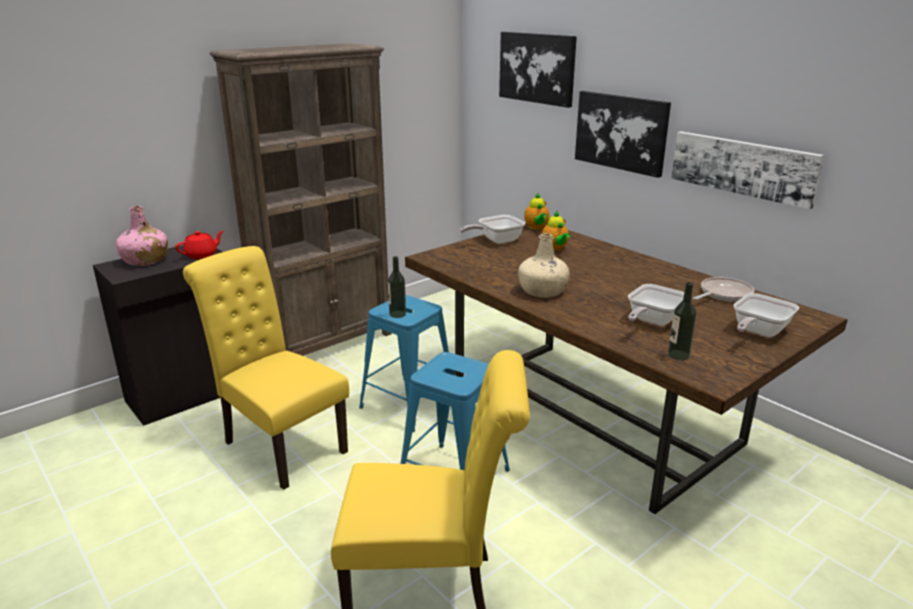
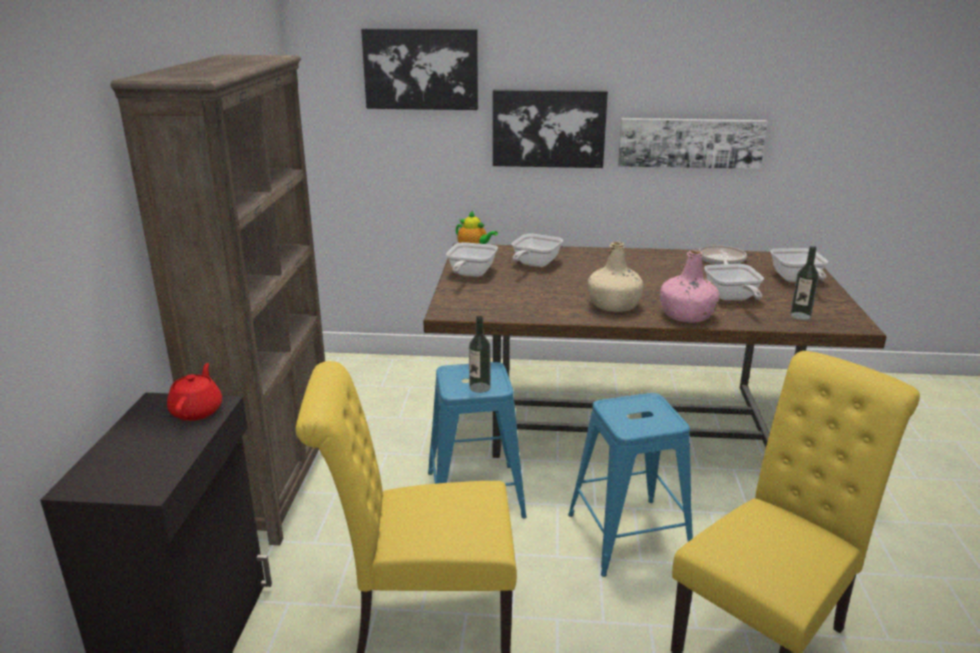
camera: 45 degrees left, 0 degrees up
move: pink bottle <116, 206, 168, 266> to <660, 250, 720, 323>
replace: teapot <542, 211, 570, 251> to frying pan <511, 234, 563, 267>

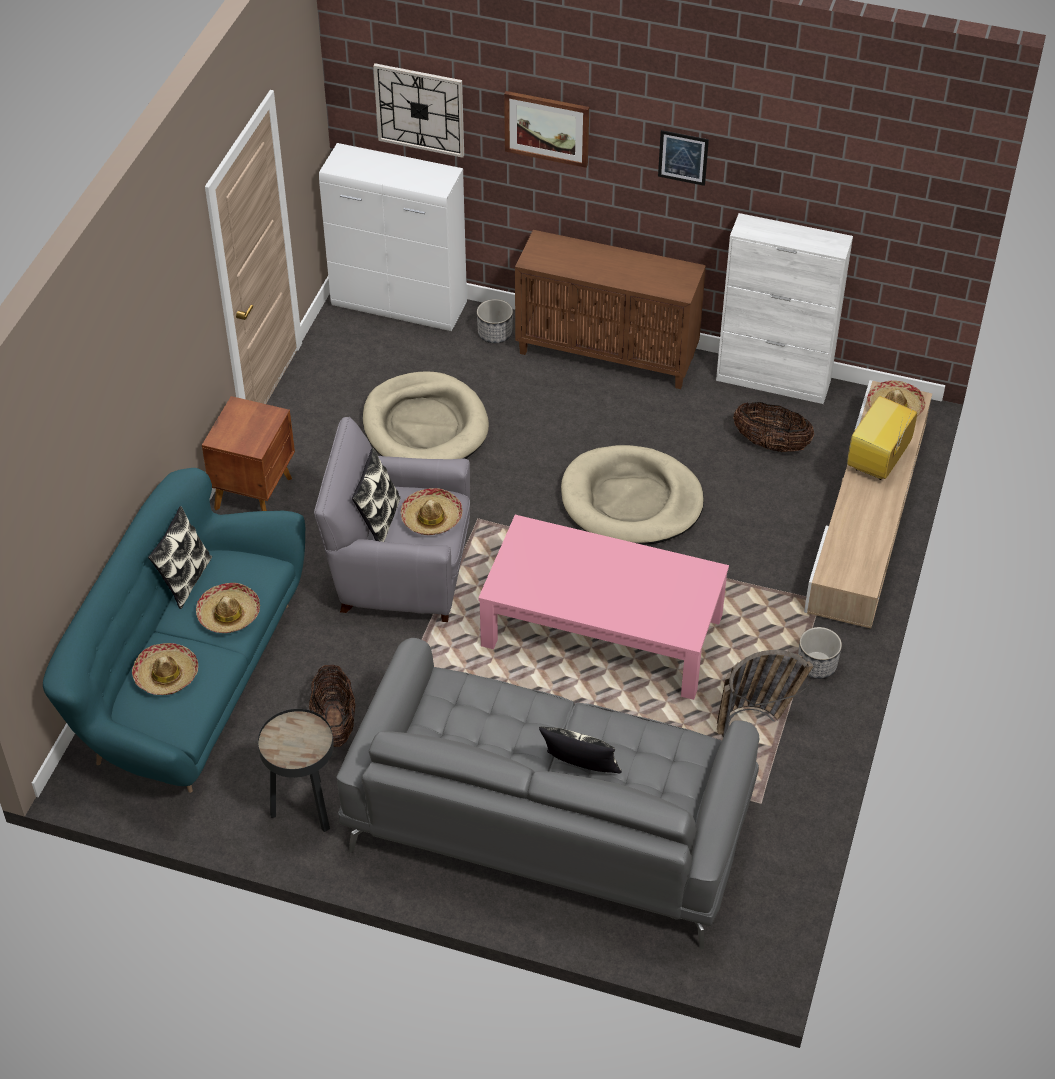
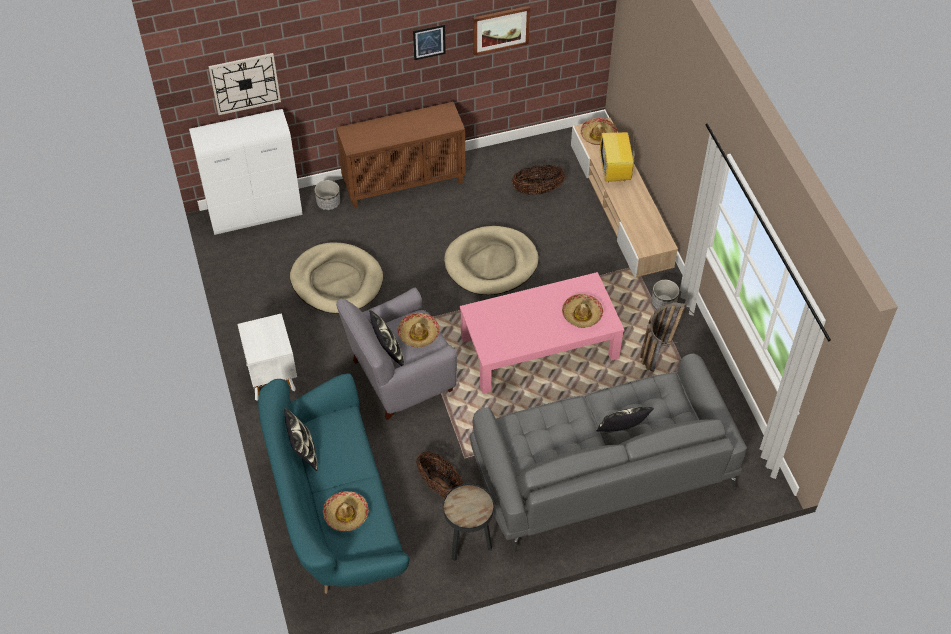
camera: 35 degrees left, 5 degrees up
delete: white cabinet <716, 213, 853, 404>
move: picture <504, 91, 589, 168> to <473, 6, 530, 56>; hat <196, 583, 260, 633> to <562, 294, 603, 328>
recolor: brown nightstand <202, 396, 295, 511> to white nightstand <237, 313, 297, 401>

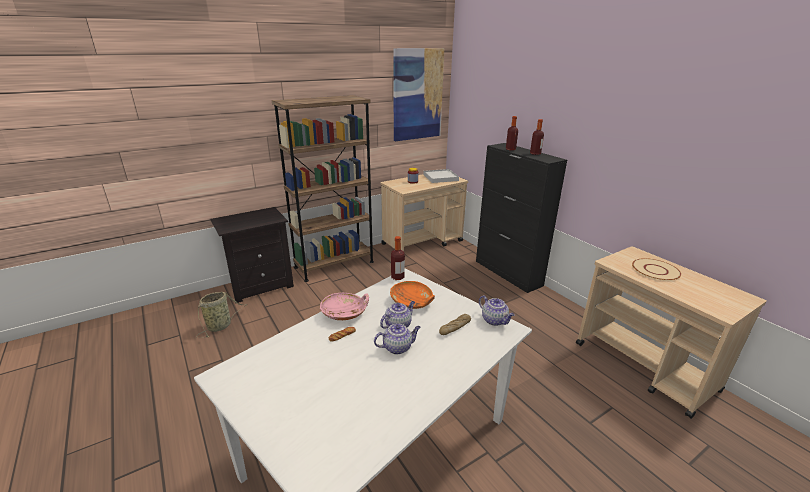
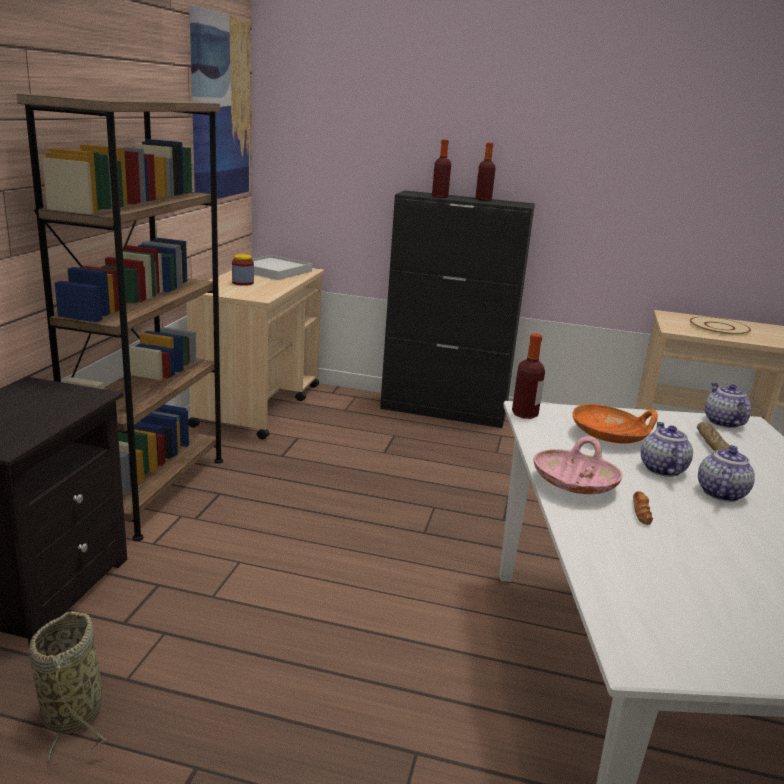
camera: 45 degrees left, 5 degrees down
rotate: teapot <479, 295, 515, 326> = <705, 383, 751, 428> 105 degrees counterclockwise

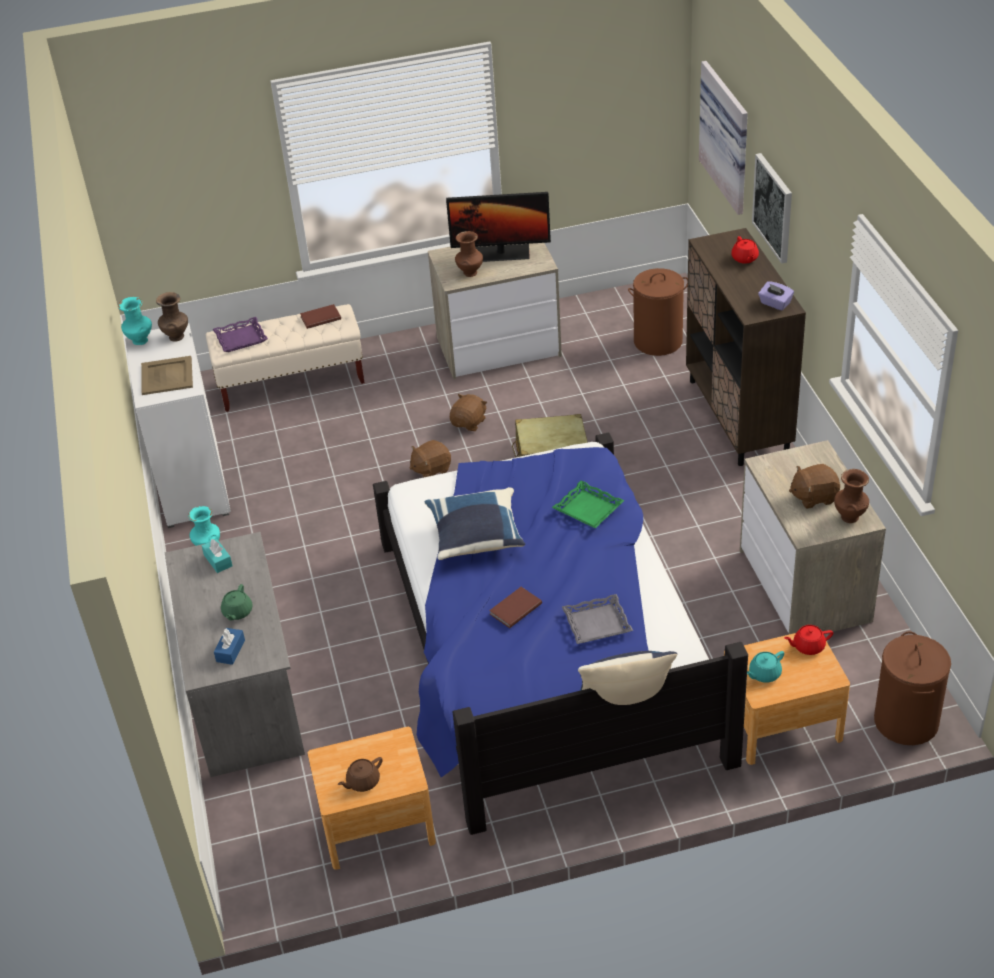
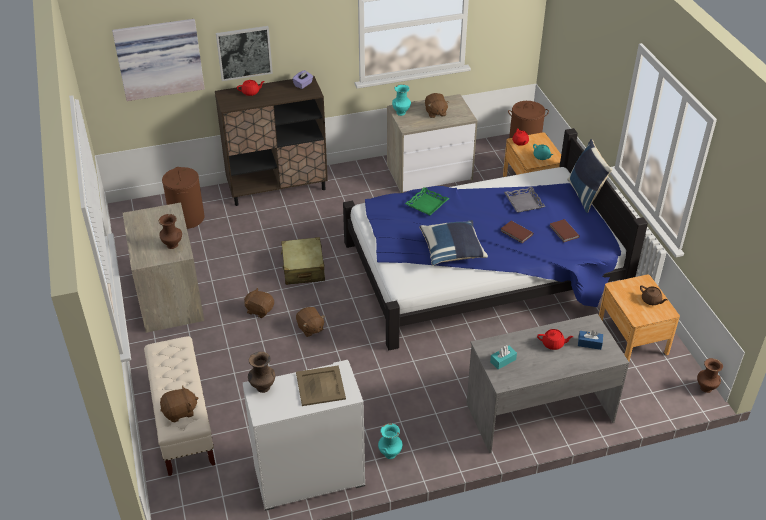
camera: 95 degrees left, 0 degrees up
delete: monitor <446, 192, 551, 262>
move: turquoise vase <118, 297, 152, 345> to <392, 84, 411, 116>; brown book <300, 304, 341, 329> to <550, 219, 580, 242>; brown vase <834, 469, 869, 523> to <697, 358, 723, 393>
replace: purple tray <213, 317, 268, 352> to brown plush toy <160, 385, 198, 422>
recolor: green teapot <221, 584, 253, 620> to red teapot <537, 329, 574, 350>

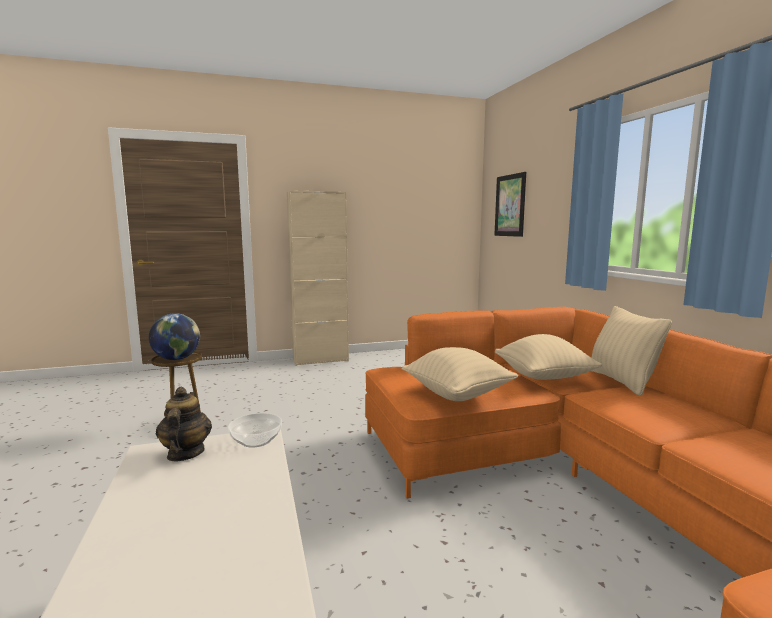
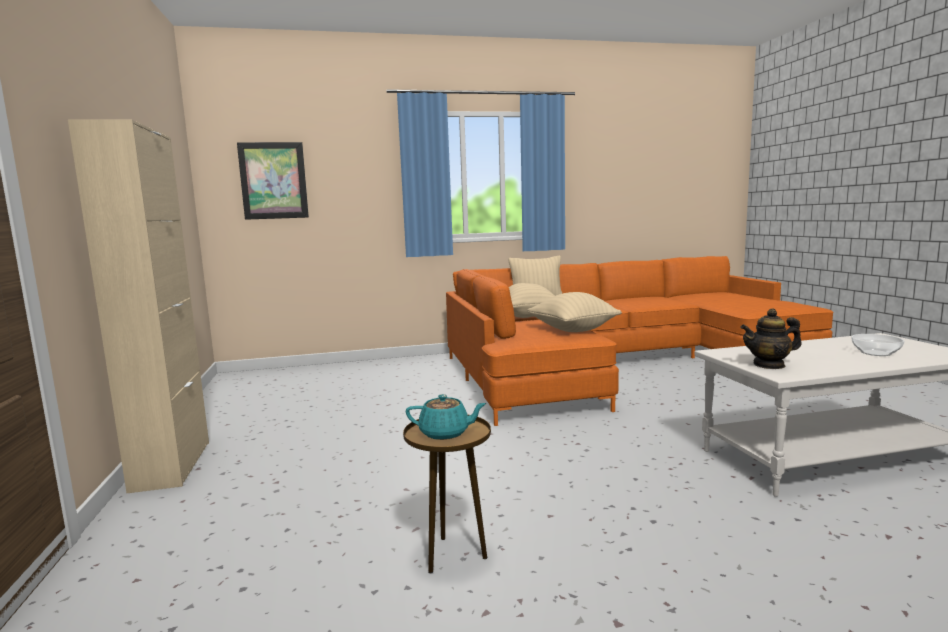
camera: 85 degrees left, 0 degrees up
move: bowl <228, 413, 282, 448> to <851, 334, 904, 356>
replace: globe <149, 313, 200, 360> to turquoise teapot <406, 394, 487, 440>

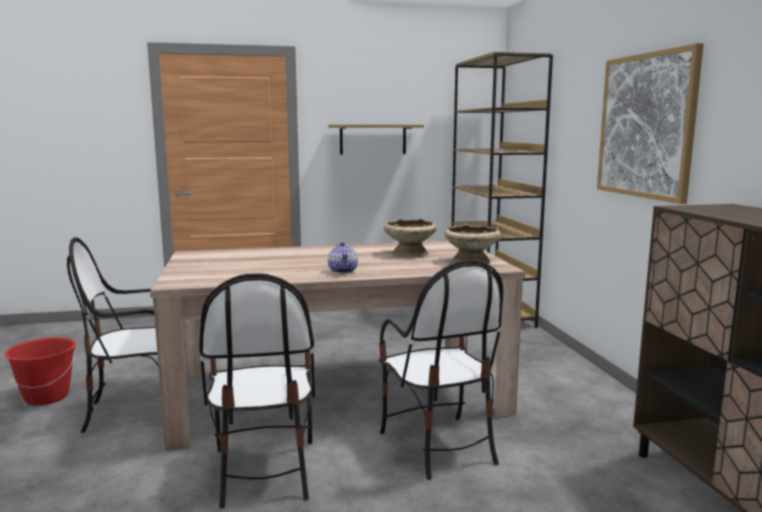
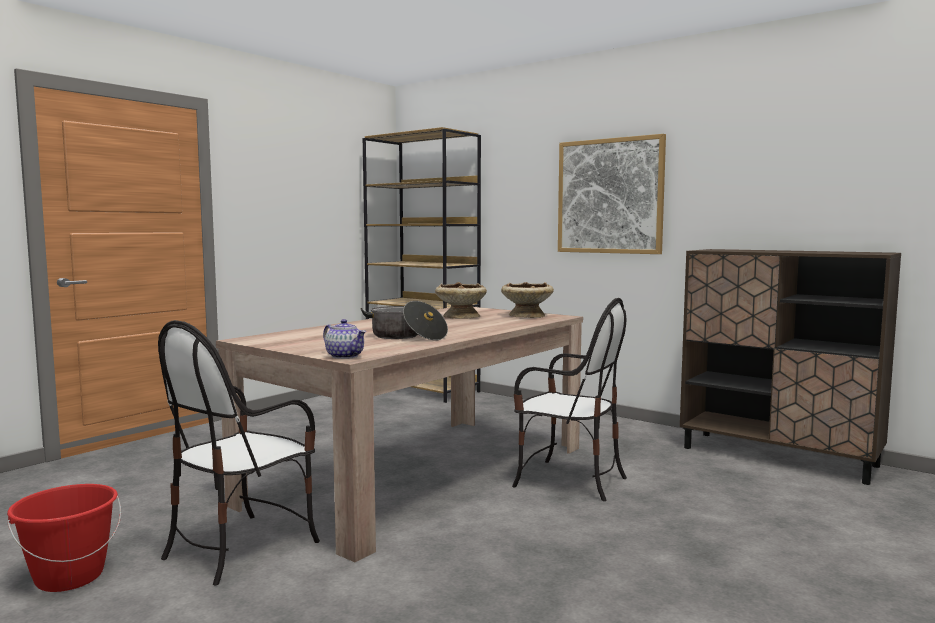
camera: 40 degrees left, 5 degrees down
delete: shelf <329, 125, 424, 155>; chair <199, 273, 315, 509>
insert: cooking pot <361, 301, 448, 340>
move: teapot <328, 242, 358, 274> to <323, 319, 366, 359>

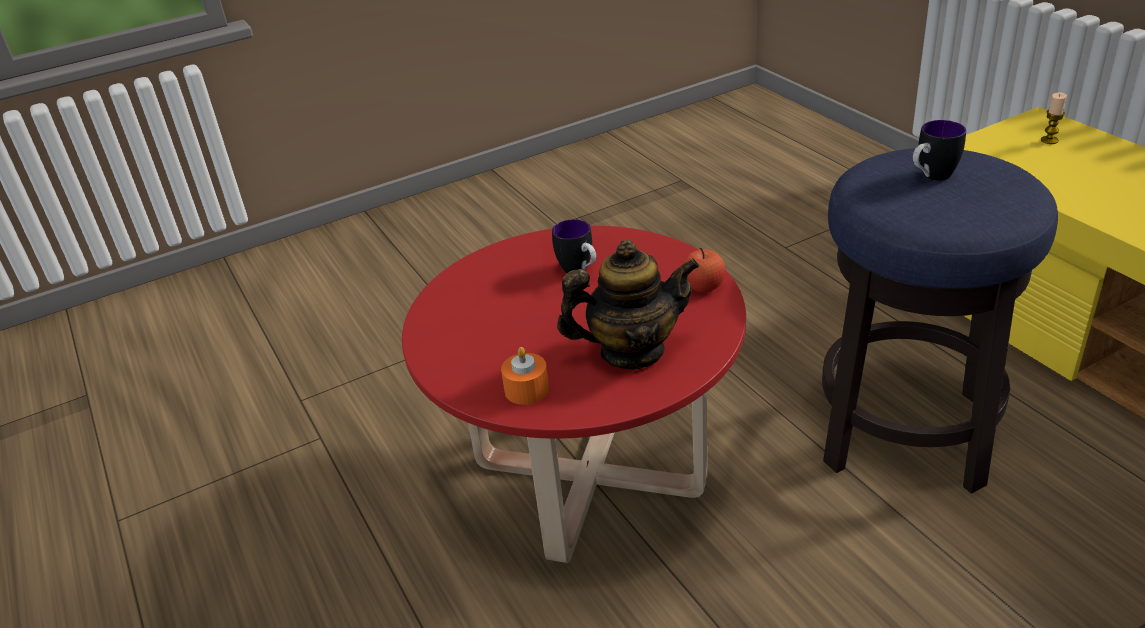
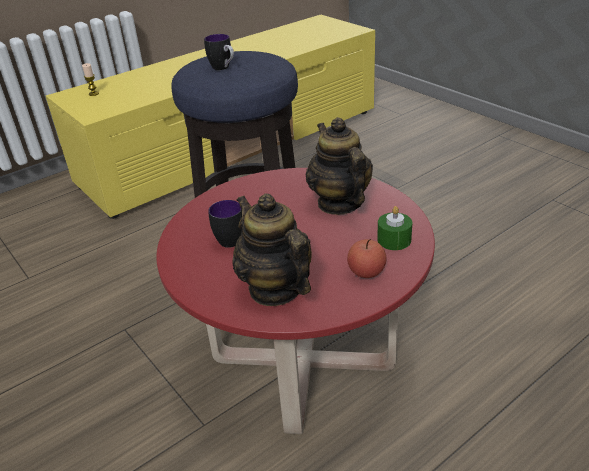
camera: 100 degrees left, 0 degrees up
insert: teapot <233, 194, 312, 306>
move: apple <683, 247, 725, 292> to <347, 239, 386, 278>
recolor: orange candle <501, 347, 549, 405> to green candle <377, 206, 412, 250>

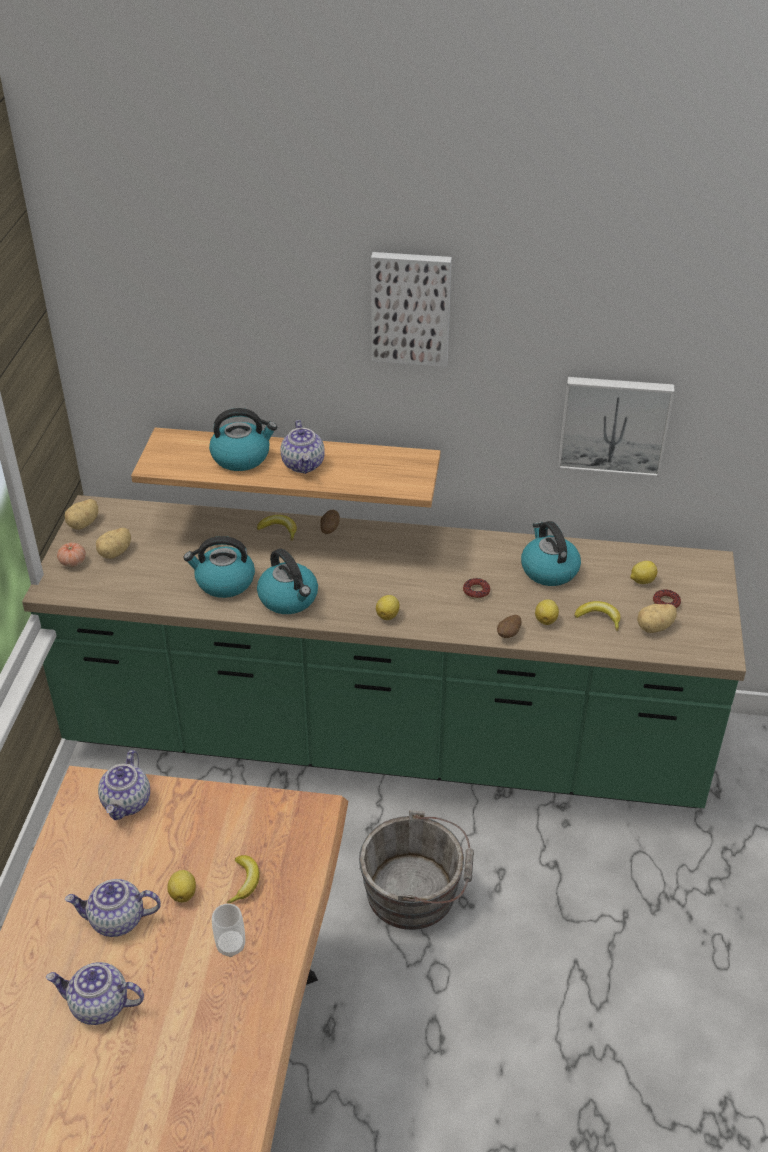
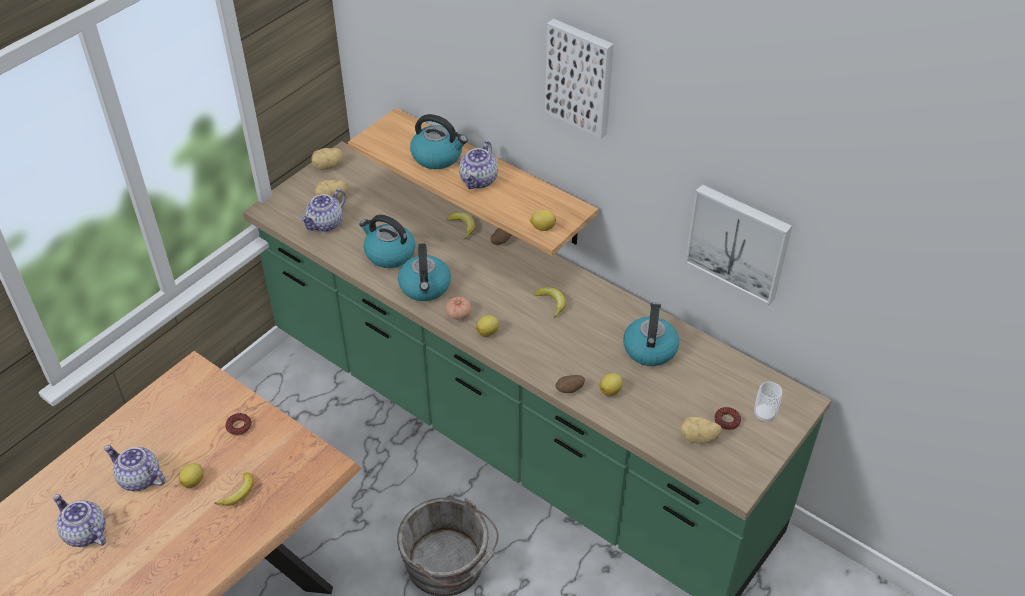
camera: 30 degrees right, 5 degrees up
move: tomato <57, 542, 86, 567> to <445, 297, 471, 320>; lemon <630, 561, 657, 584> to <529, 210, 556, 231>; donut <463, 578, 490, 600> to <225, 413, 252, 436>; banana <574, 601, 620, 631> to <534, 287, 566, 318>; teapot <98, 750, 150, 820> to <299, 189, 346, 232>; cup <212, 904, 245, 957> to <754, 382, 782, 422>

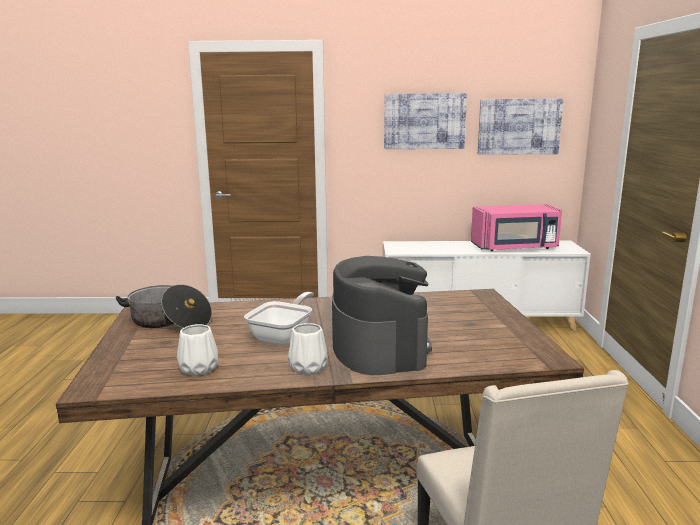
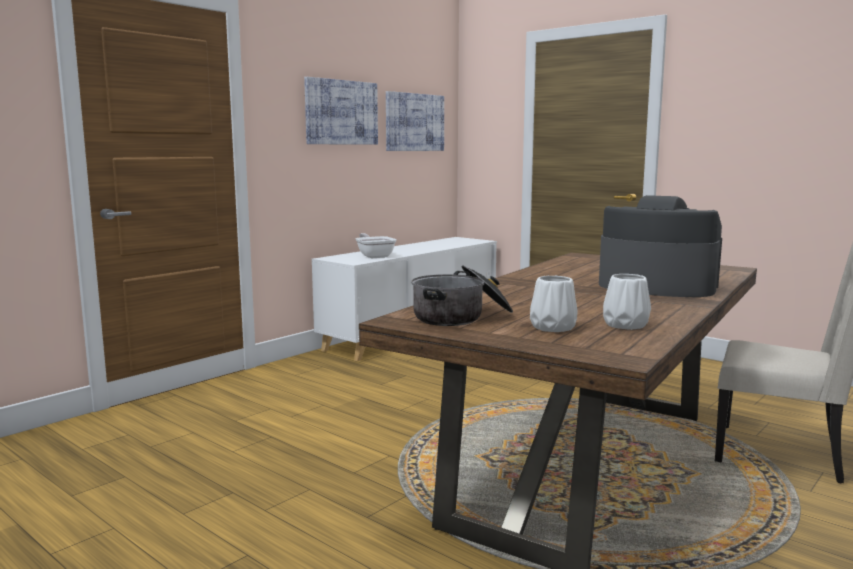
camera: 50 degrees left, 5 degrees down
delete: pink microwave <471, 204, 562, 251>
move: frying pan <244, 292, 314, 345> to <355, 233, 397, 258>; white vase <288, 323, 328, 375> to <530, 276, 578, 332>

